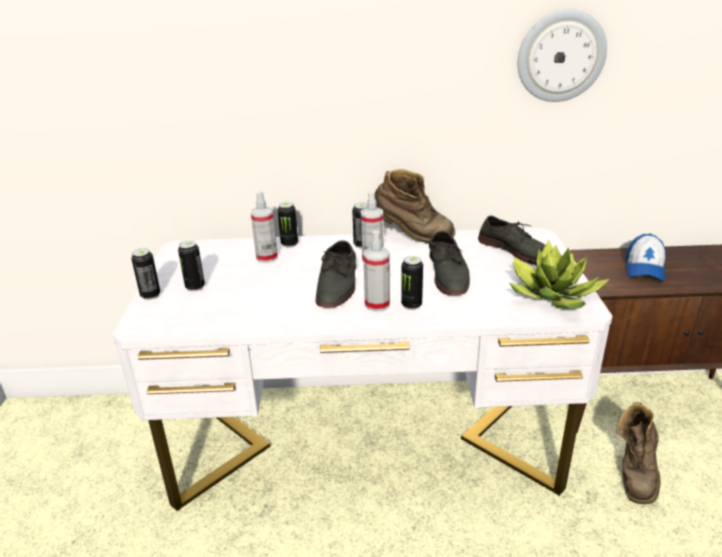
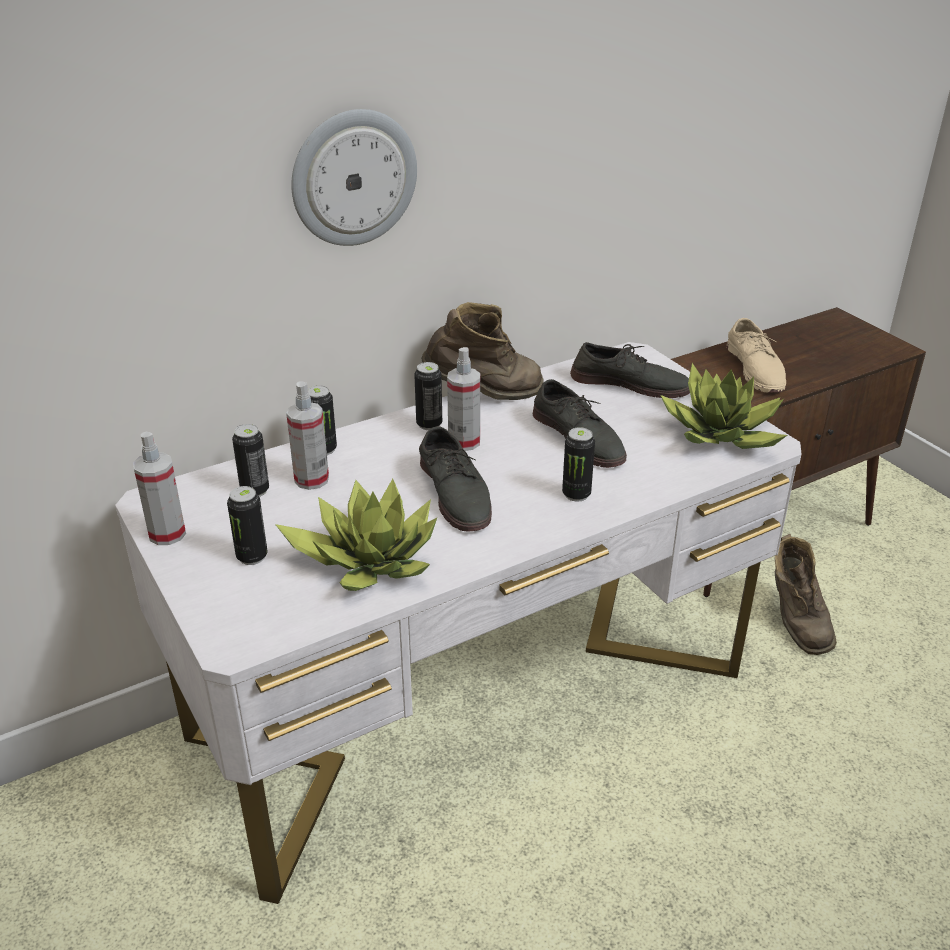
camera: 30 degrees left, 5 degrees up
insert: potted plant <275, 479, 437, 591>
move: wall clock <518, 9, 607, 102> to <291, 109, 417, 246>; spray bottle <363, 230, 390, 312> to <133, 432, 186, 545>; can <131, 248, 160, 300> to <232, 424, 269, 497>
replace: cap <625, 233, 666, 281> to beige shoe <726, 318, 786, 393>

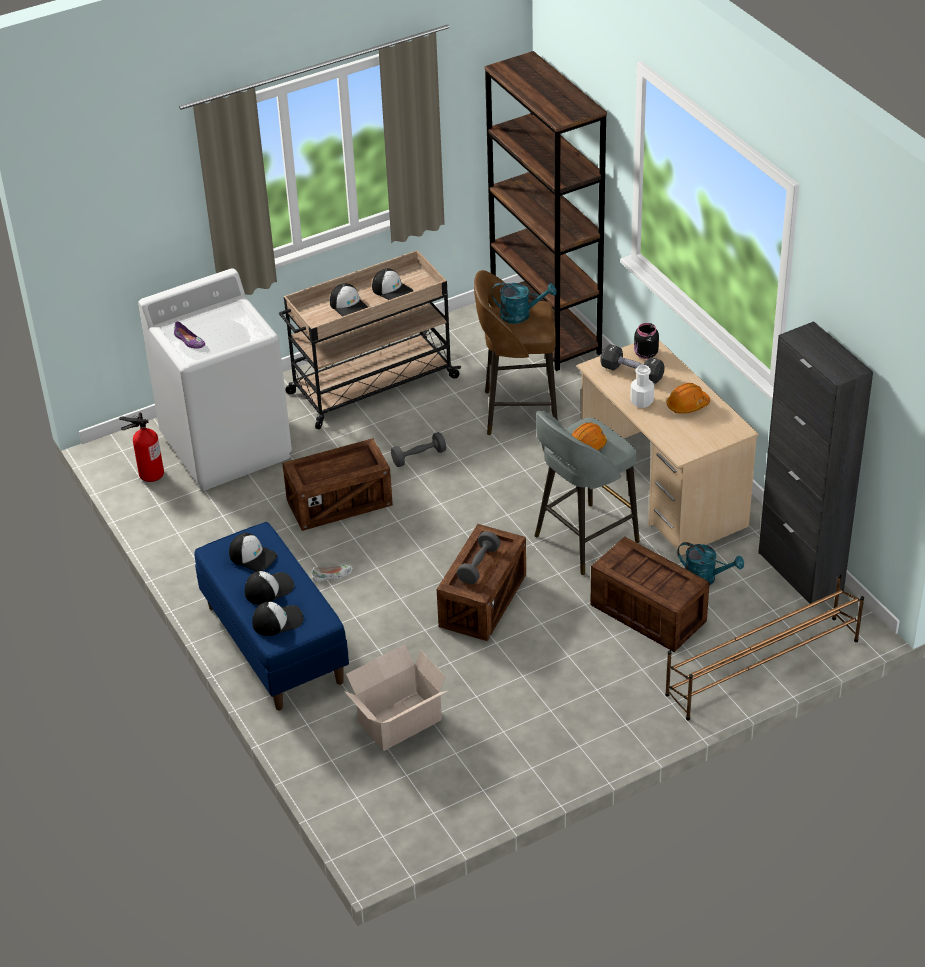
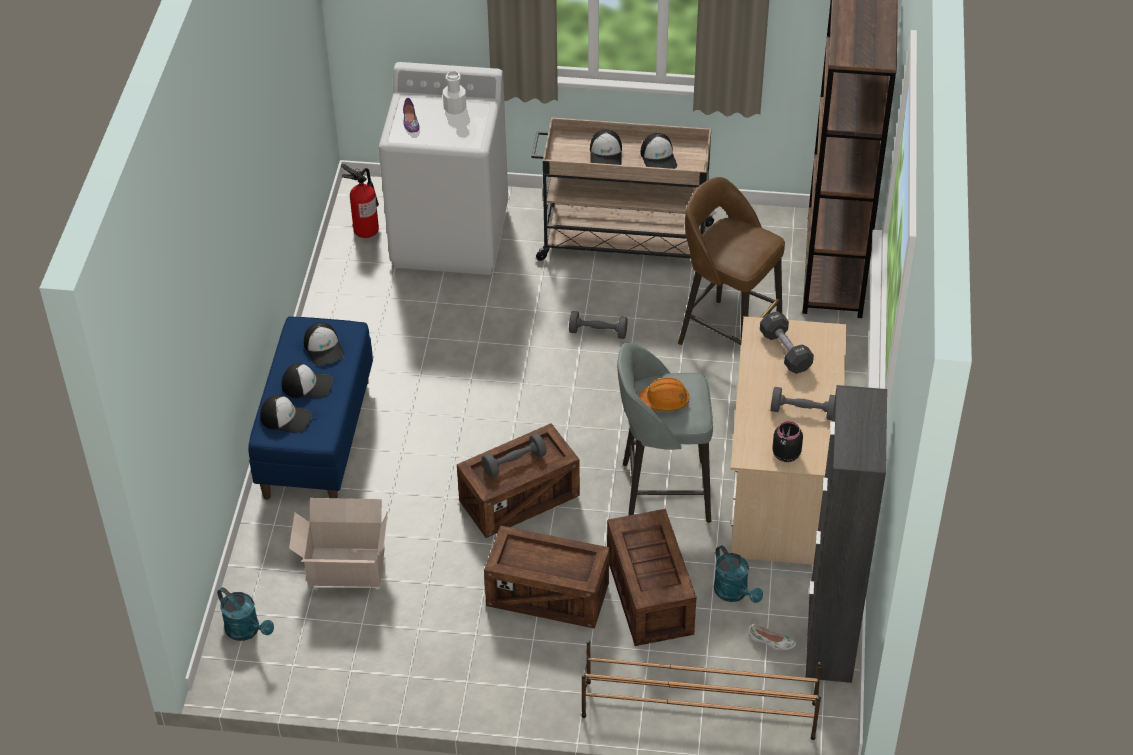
camera: 35 degrees right, 5 degrees up
move: turquoise watering can <492, 282, 557, 324> to <217, 587, 274, 641>; black jar <634, 323, 659, 359> to <772, 421, 803, 462>; white bottle <630, 365, 654, 408> to <443, 71, 466, 115>; crate <282, 438, 393, 531> to <484, 525, 609, 629>; white shoe <312, 565, 353, 582> to <749, 624, 796, 650>
replace: orange hard hat <667, 383, 710, 414> to grey dumbbell <771, 387, 835, 420>

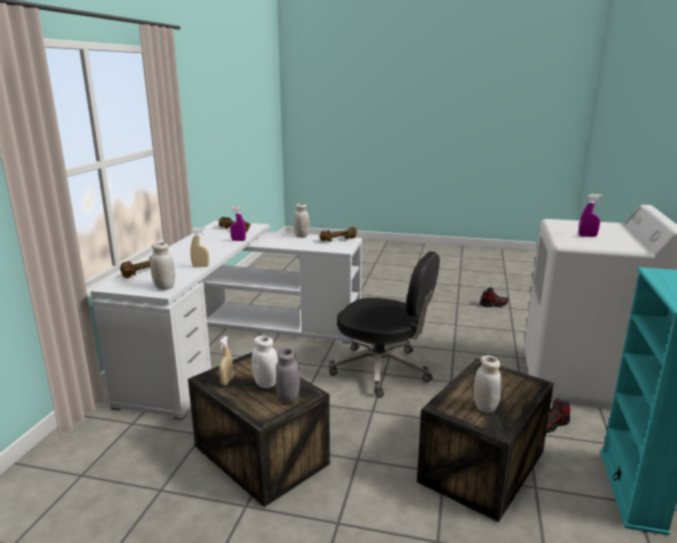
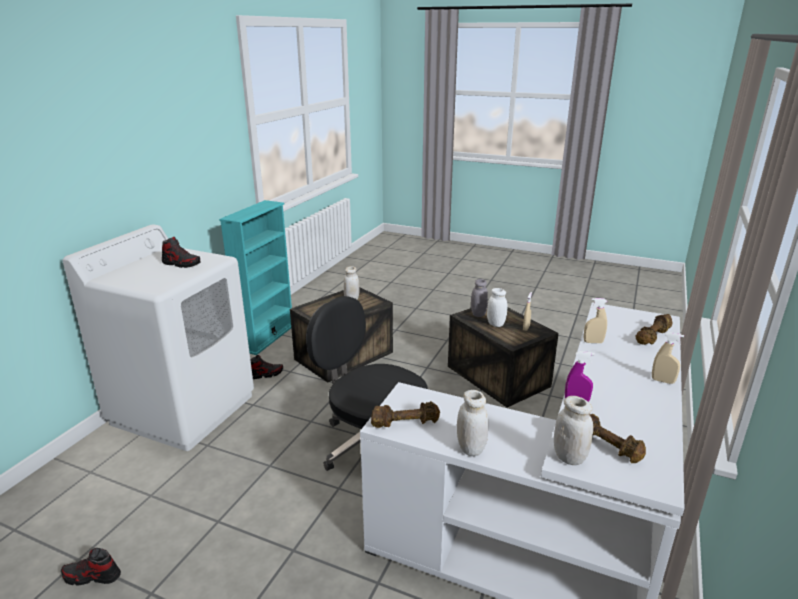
camera: 170 degrees left, 5 degrees up
insert: beige spray bottle <652, 332, 684, 384>
move: white jar <150, 242, 175, 290> to <554, 396, 593, 465>
replace: purple spray bottle <579, 194, 602, 237> to shoe <162, 237, 200, 268>

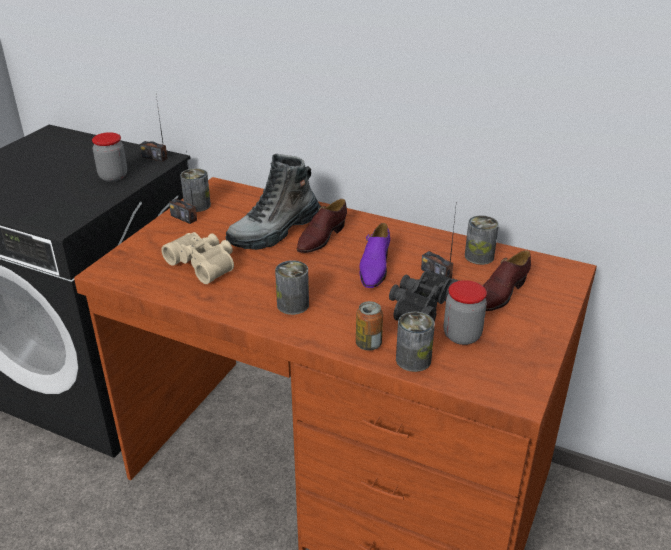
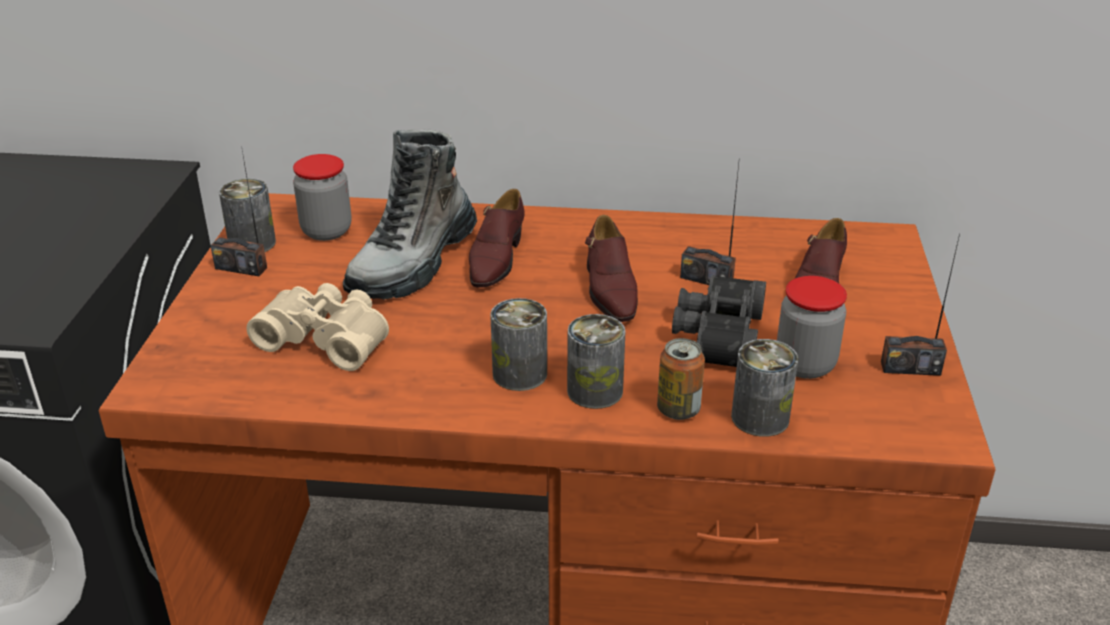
camera: 20 degrees left, 0 degrees up
move: radio <140, 96, 168, 162> to <881, 234, 960, 376>; jar <92, 132, 127, 182> to <293, 154, 351, 241>; can <465, 216, 499, 265> to <567, 314, 626, 409>
recolor: purple shoe <360, 223, 390, 288> to brown shoe <585, 215, 638, 322>

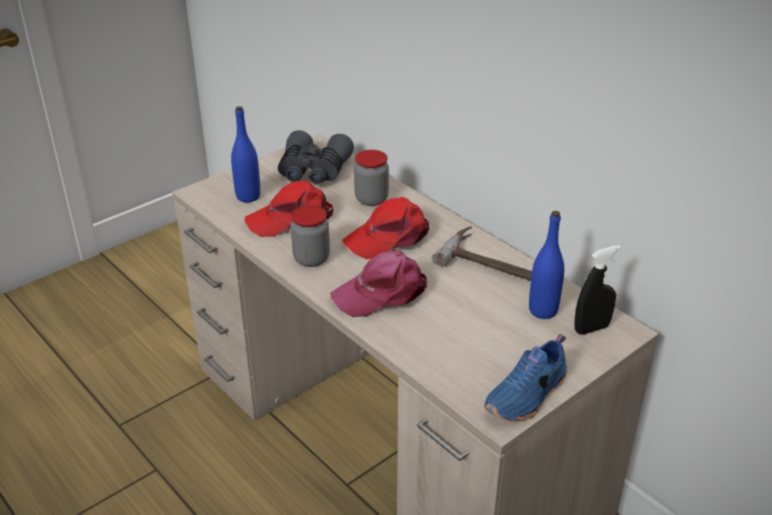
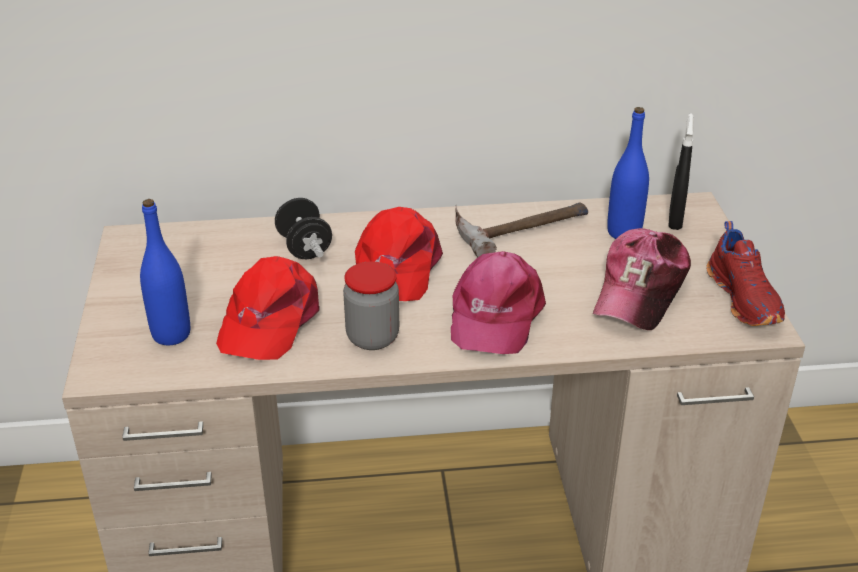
camera: 55 degrees left, 0 degrees up
delete: grey binoculars <278, 130, 354, 185>
insert: cap <593, 228, 691, 330>
replace: jar <354, 150, 389, 206> to black dumbbell <275, 198, 332, 259>
recolor: blue shoe <484, 334, 567, 421> to red shoe <706, 221, 785, 326>

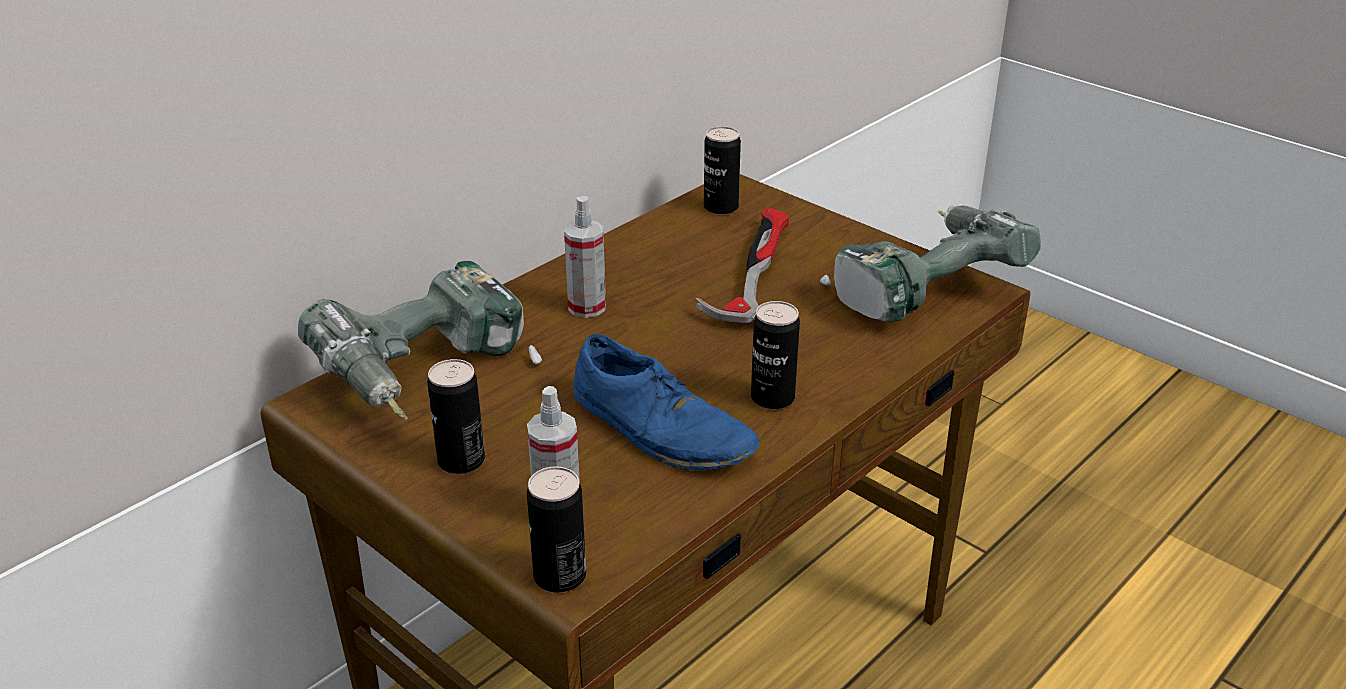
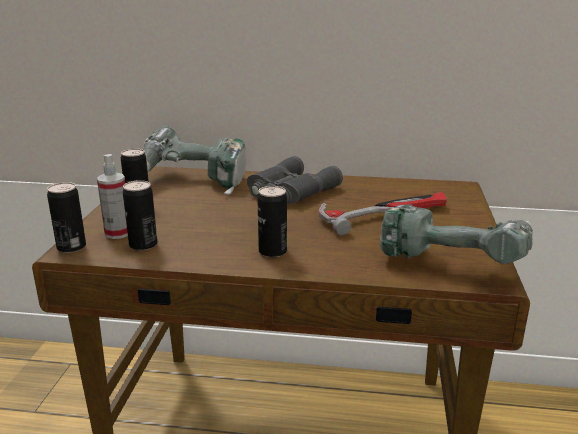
camera: 55 degrees right, 10 degrees down
delete: blue shoe <573, 334, 760, 470>
move: can <704, 126, 741, 215> to <123, 180, 157, 251>
replace: spray bottle <564, 196, 606, 318> to grey binoculars <247, 156, 343, 204>

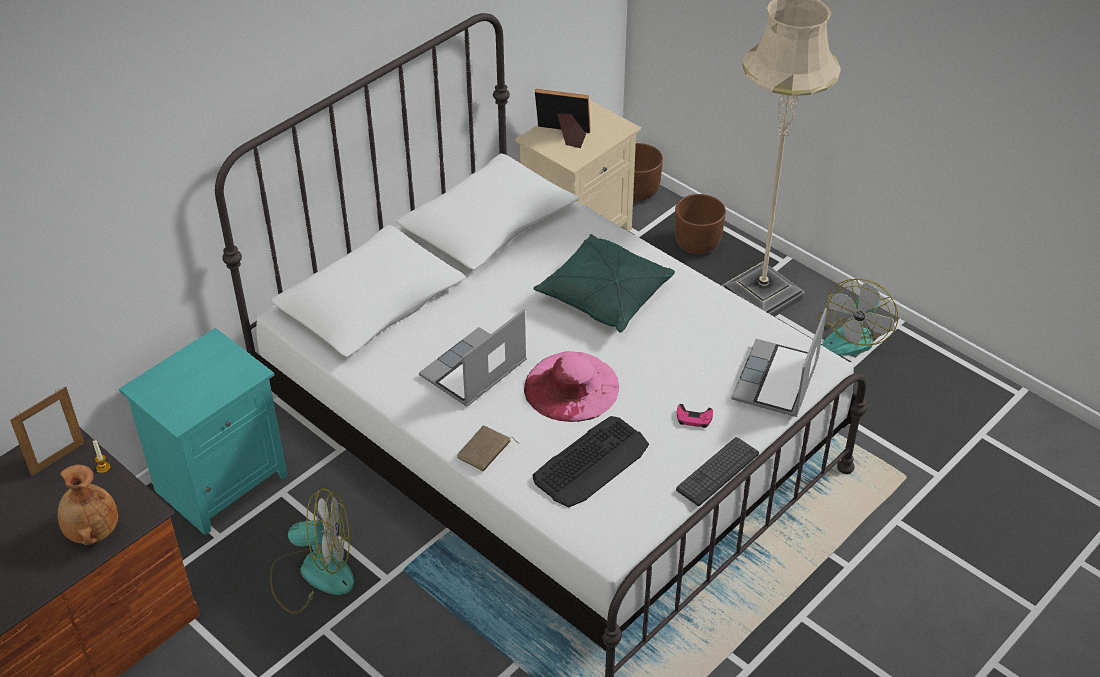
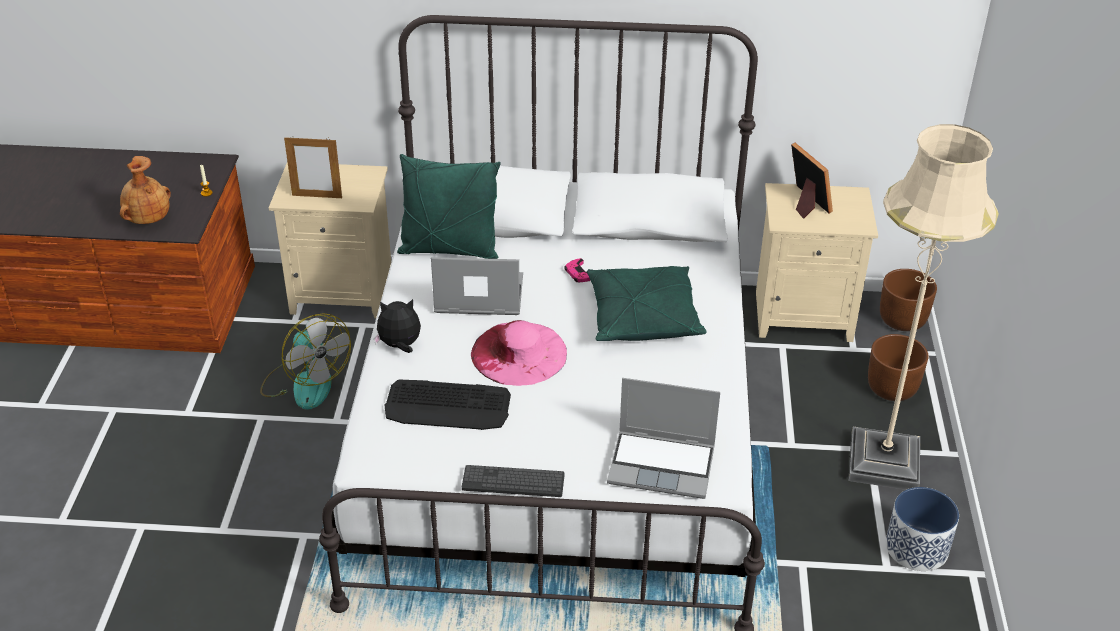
camera: 50 degrees right, 5 degrees down
insert: green pillow <397, 154, 501, 259>
move: picture frame <10, 386, 85, 476> to <284, 136, 342, 198>; pink game controller <677, 404, 713, 428> to <564, 258, 591, 282>
replace: fan <817, 279, 898, 356> to planter <886, 487, 959, 571>; brown book <457, 425, 519, 471> to plush toy <374, 299, 421, 353>
recolor: turquoise nightstand <119, 328, 288, 535> to beige nightstand <269, 162, 391, 319>
rotate: laptop <731, 308, 827, 417> = <607, 378, 720, 499> 150 degrees counterclockwise

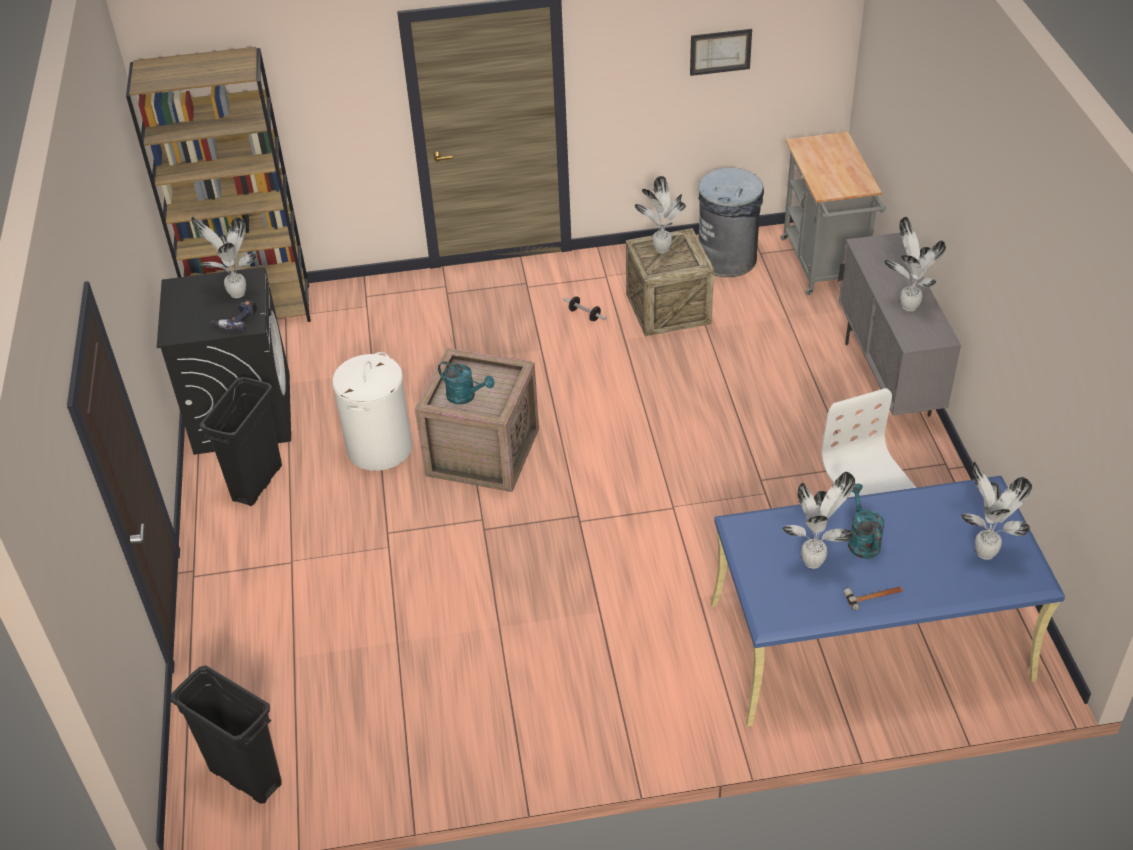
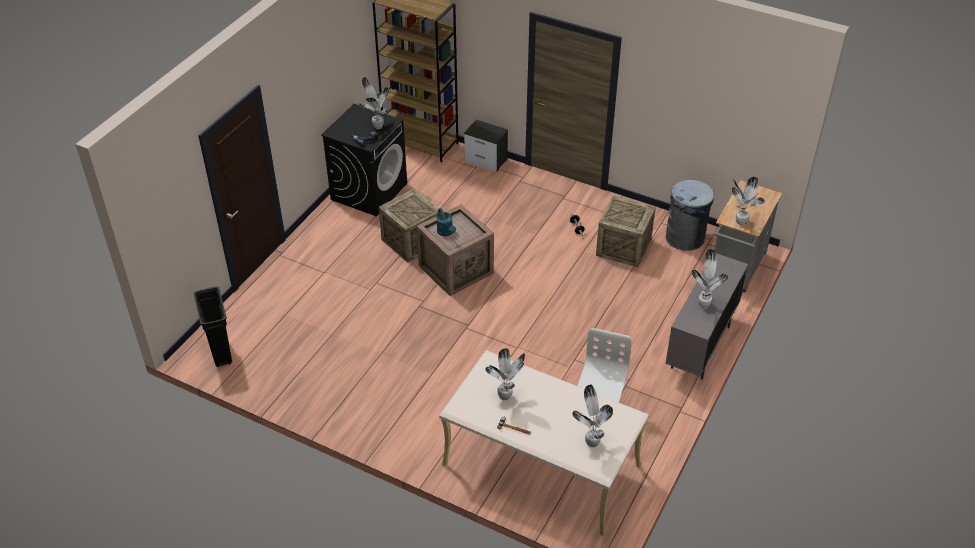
camera: 35 degrees right, 0 degrees up
delete: picture <690, 29, 752, 76>; black trash can <200, 377, 282, 506>; turquoise watering can <848, 484, 885, 559>
insert: nightstand <464, 119, 508, 172>
move: potted plant <635, 176, 686, 253> to <731, 177, 765, 226>
replace: white laundry basket <332, 352, 413, 471> to crate <379, 189, 439, 263>
recolor: blue desk <711, 476, 1065, 727> to beige desk <439, 350, 649, 536>

